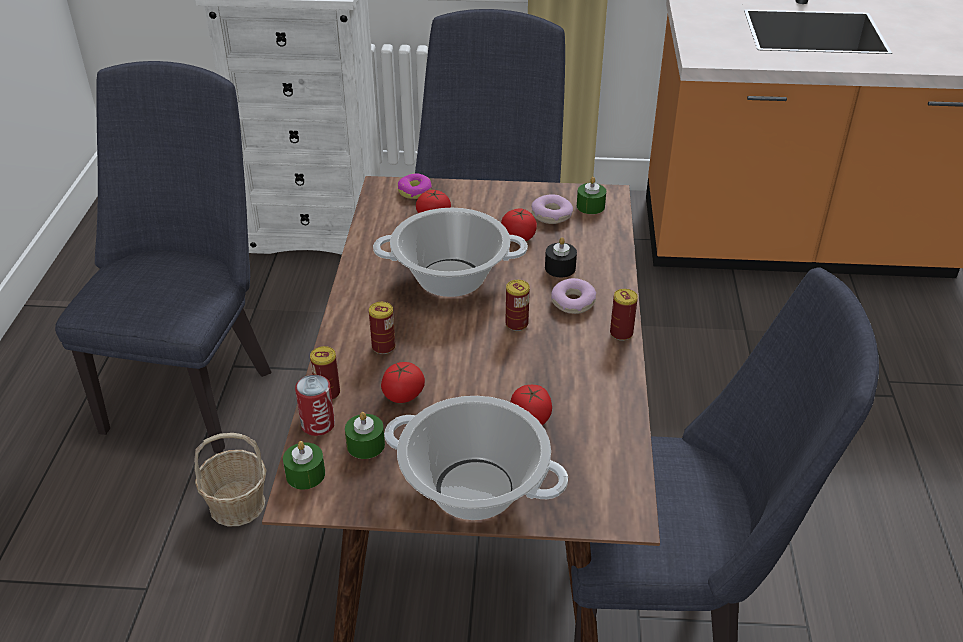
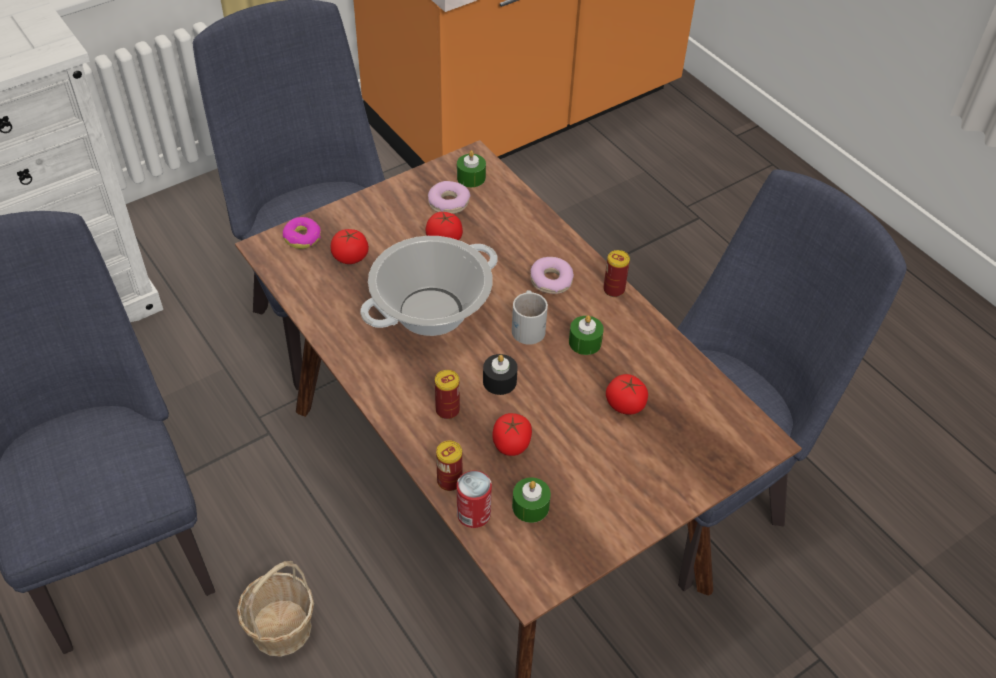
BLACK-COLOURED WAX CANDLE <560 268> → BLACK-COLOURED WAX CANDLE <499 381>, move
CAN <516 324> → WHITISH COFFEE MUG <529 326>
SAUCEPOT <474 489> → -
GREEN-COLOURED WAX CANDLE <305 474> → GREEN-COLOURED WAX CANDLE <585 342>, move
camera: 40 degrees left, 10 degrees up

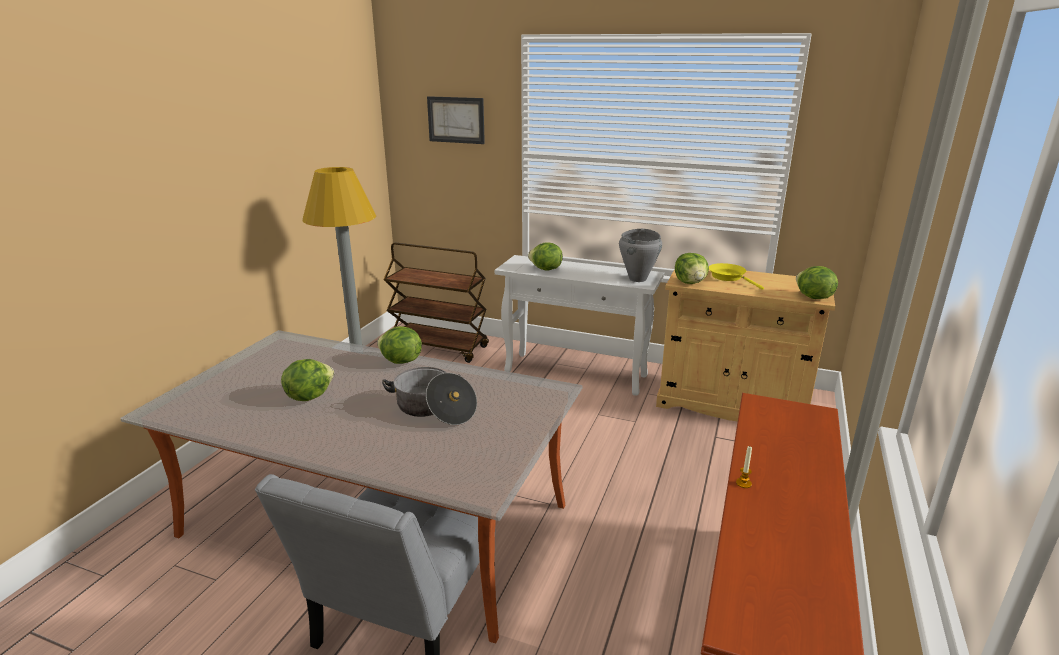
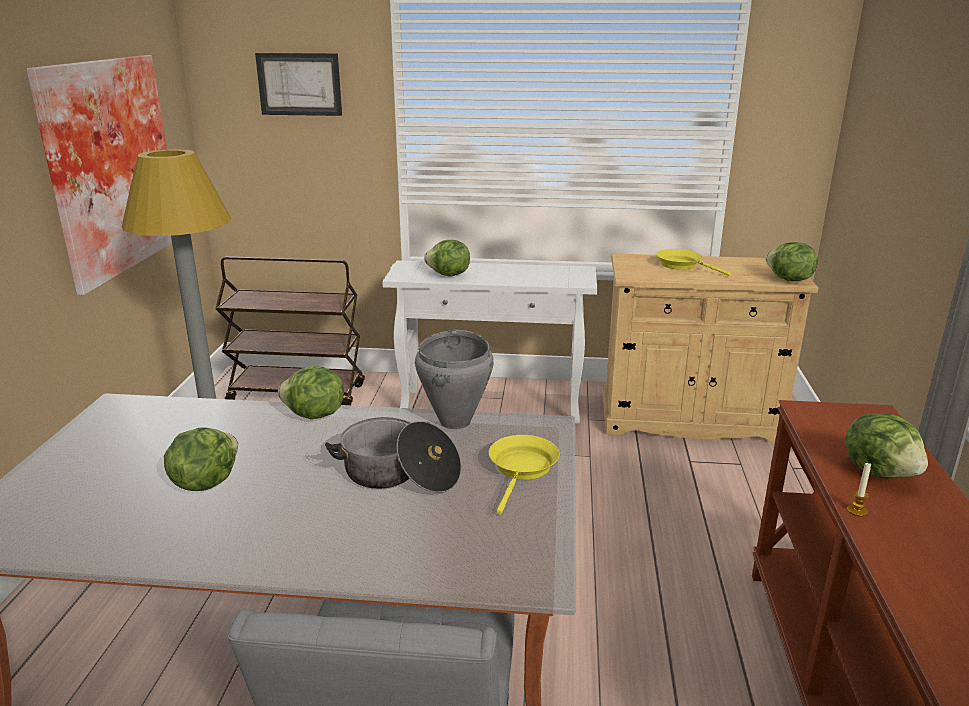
GREYISH SAUCEPOT <638 279> → GREYISH SAUCEPOT <456 421>, move
HEAD OF LETTUCE <690 283> → HEAD OF LETTUCE <880 472>, move
- → WALL PICTURE <106 167>
- → YELLOW FRYING PAN <522 469>
camera: 15 degrees left, 0 degrees up

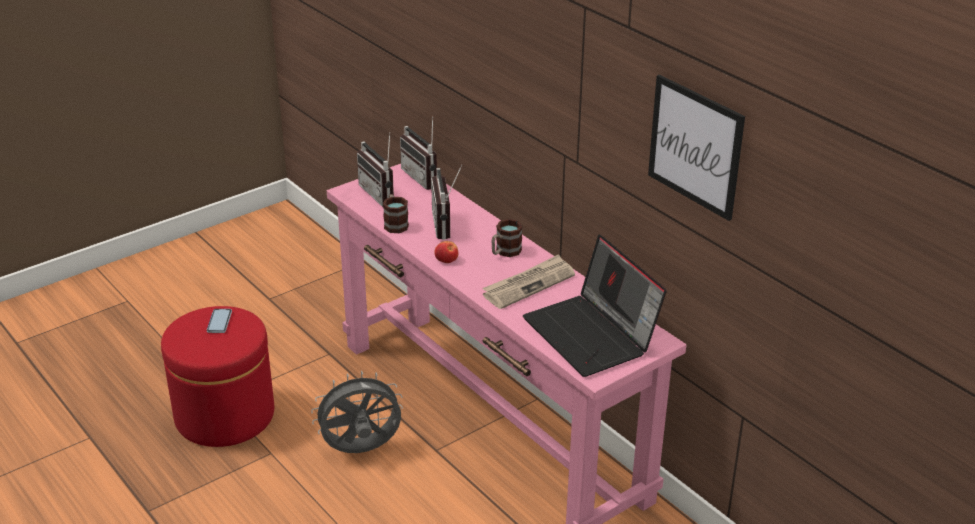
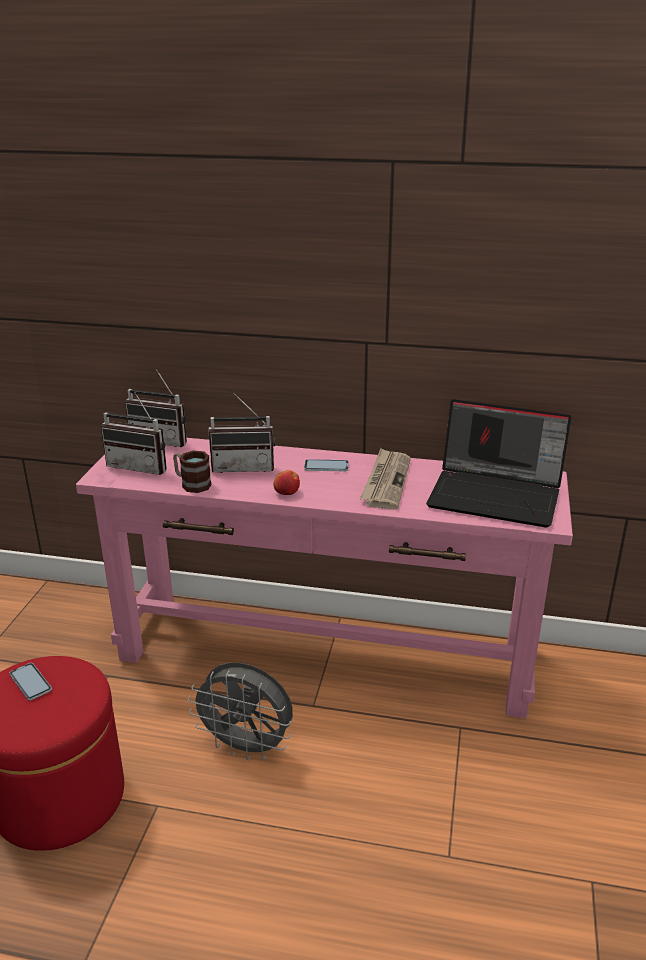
WALL PICTURE <695 146> → -
RADIO SET <448 225> → RADIO SET <244 466>, 45 degrees counterclockwise
COFFEE MUG <505 252> → TELEPHONE <326 466>
GREYISH ELECTRIC FAN <361 451> → GREYISH ELECTRIC FAN <247 747>, 105 degrees counterclockwise
camera: 40 degrees left, 5 degrees down

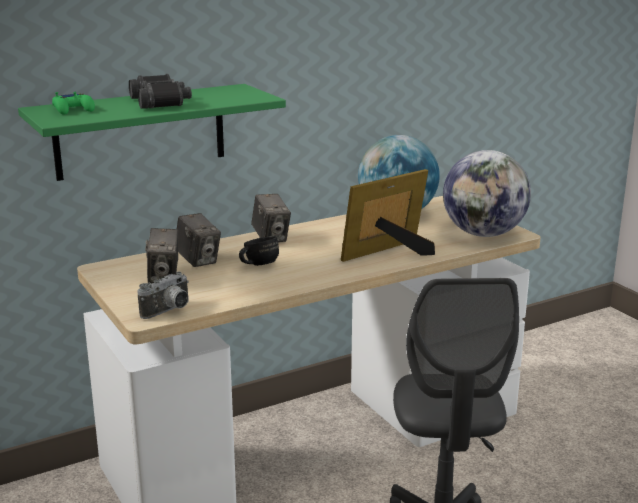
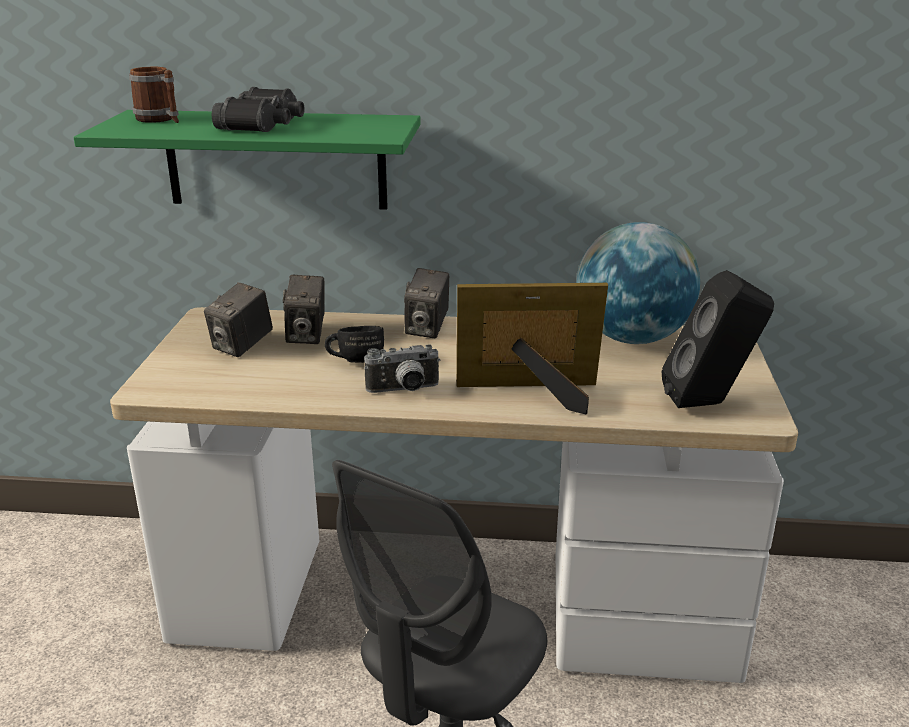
GREEN-COLOURED JOYPAD <73 109> → COFFEE MUG <160 120>
GLOBE <483 234> → BLACK-COLOURED AUDIO SPEAKER <710 403>
STILL CAMERA <169 311> → STILL CAMERA <404 391>, move
camera: 35 degrees right, 5 degrees up

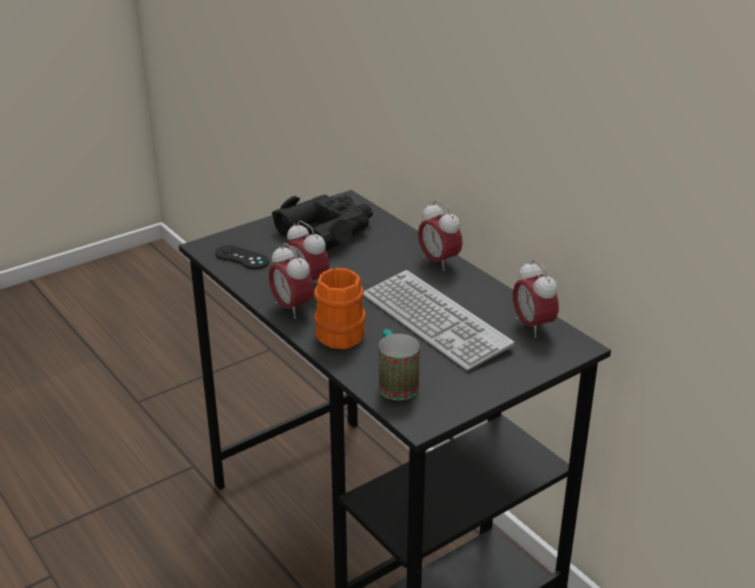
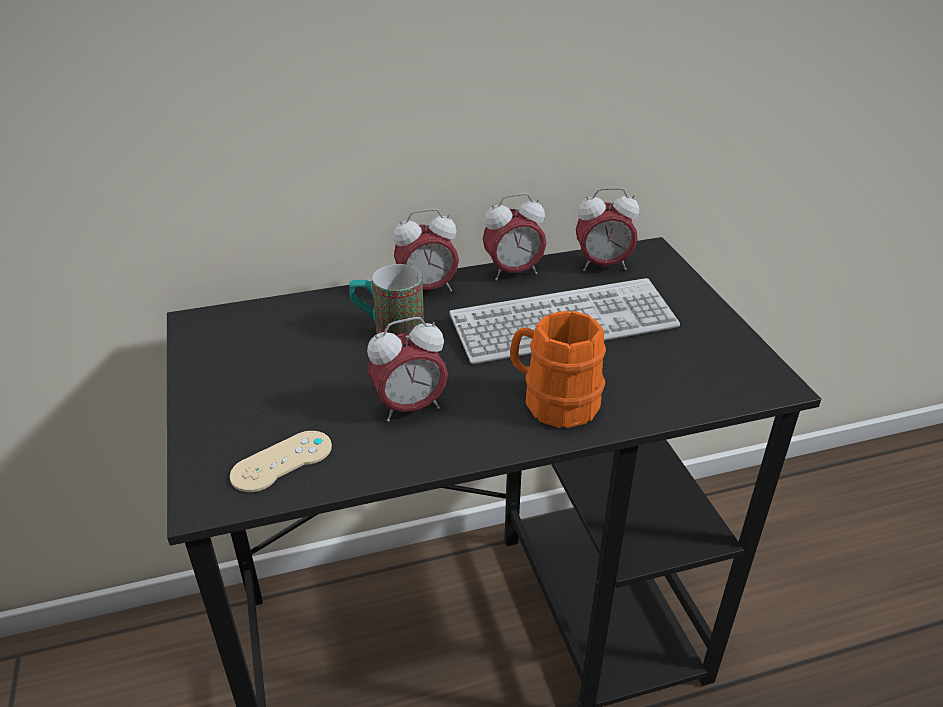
BLACK-COLOURED BINOCULARS <327 230> → -
TABLE CLOCK <292 308> → TABLE CLOCK <513 272>, move
BLACK-COLOURED JOYPAD <242 258> → BEIGE JOYPAD <282 461>
COFFEE MUG <395 383> → COFFEE MUG <388 330>, move
camera: 70 degrees left, 5 degrees up

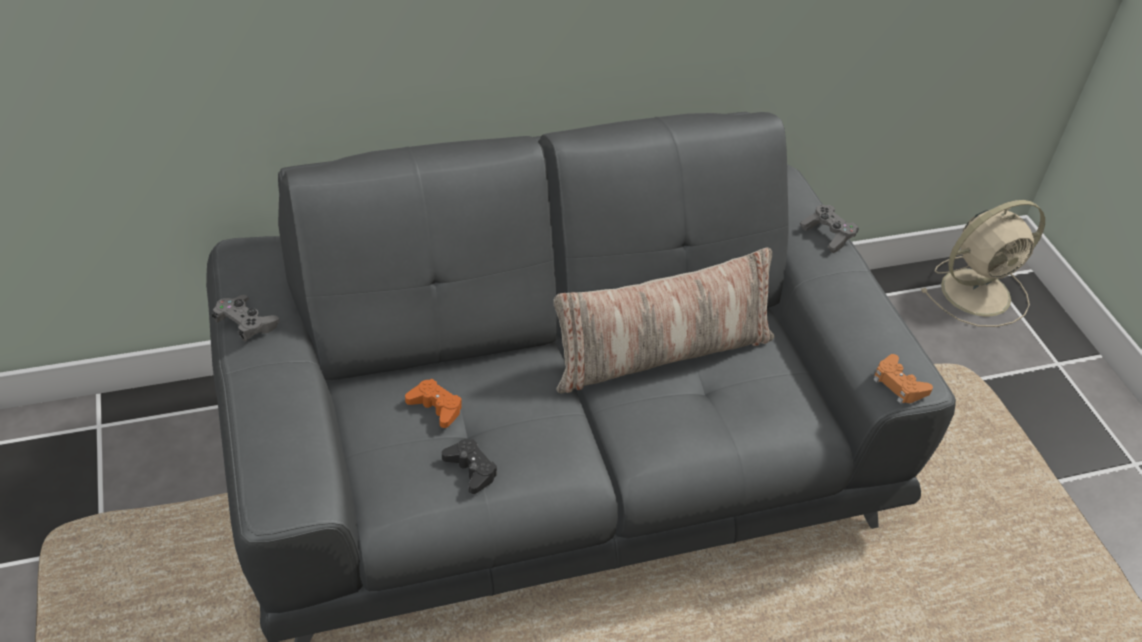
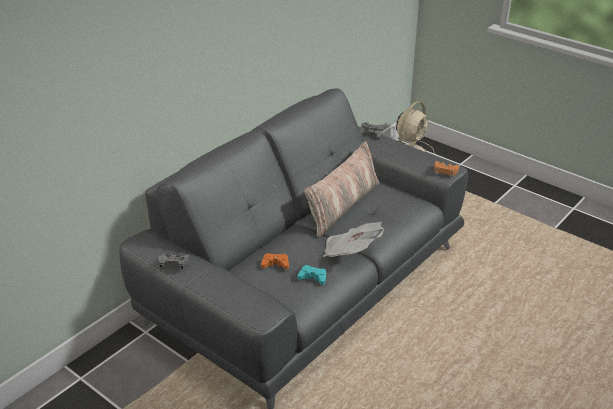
BLACK-COLOURED JOYPAD <471 469> → TURQUOISE JOYPAD <313 278>
- → PRINTED PAPER <351 252>
camera: 30 degrees left, 10 degrees down

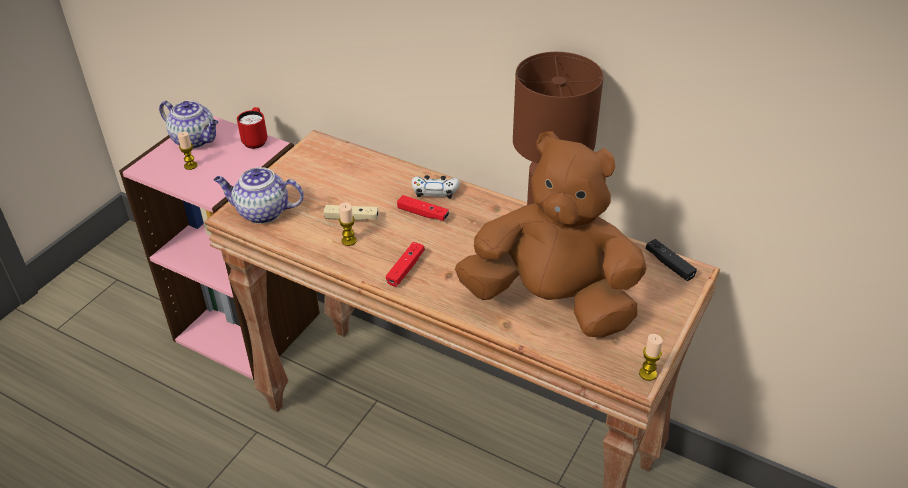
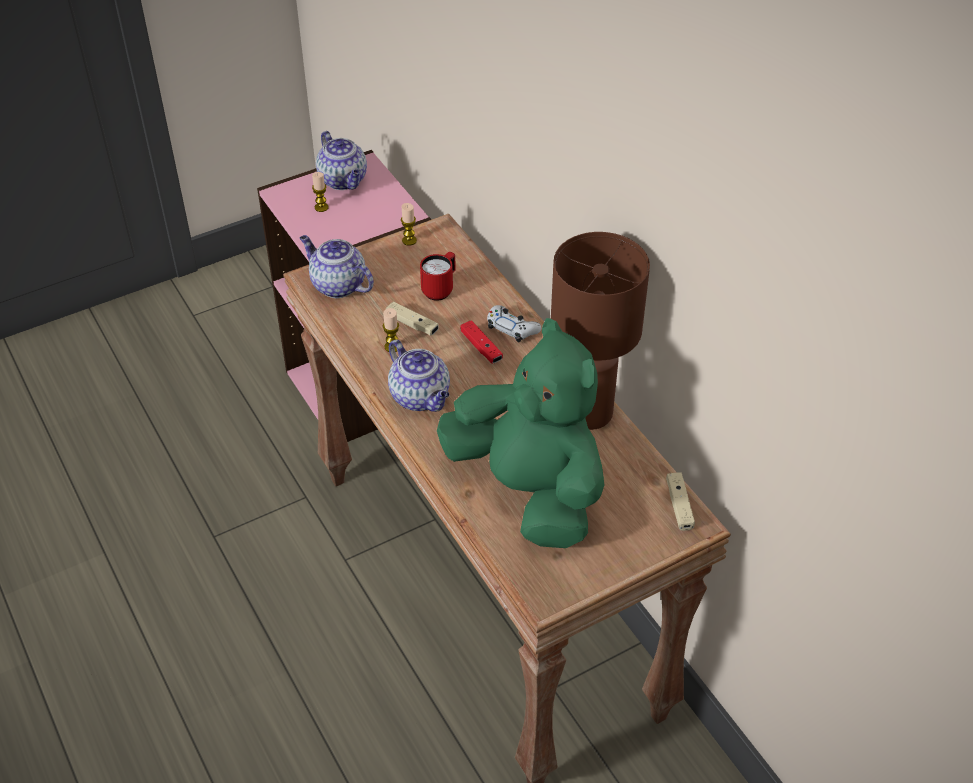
RED-COLOURED COFFEE MUG <256 140> → RED-COLOURED COFFEE MUG <440 289>, move
BROWN-COLOURED SOFT TOY <552 301> → GREEN-COLOURED SOFT TOY <529 490>
BLACK-COLOURED JOYPAD <669 264> → BEIGE JOYPAD <679 506>
RED-COLOURED JOYPAD <405 269> → TEAPOT <421 397>
WAX CANDLE <647 374> → WAX CANDLE <409 240>, move
camera: 30 degrees right, 5 degrees up

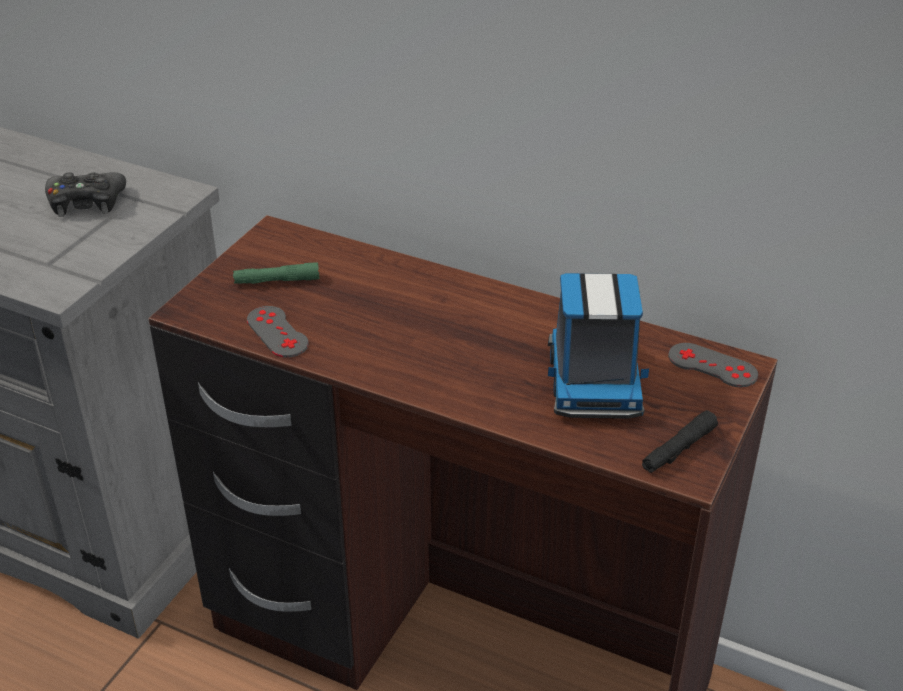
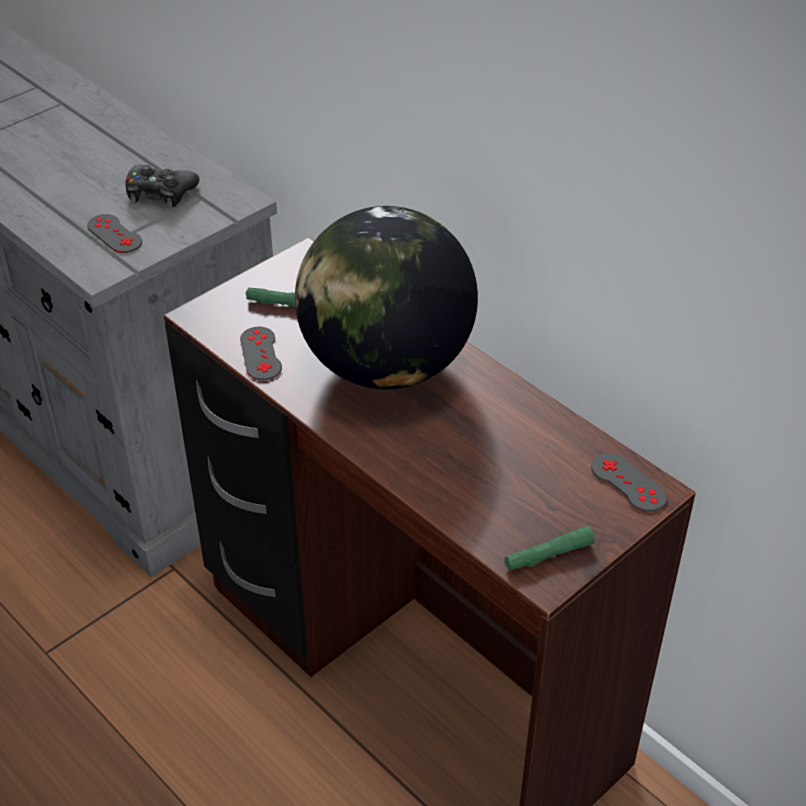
TOY TRUCK <593 380> → -
BLACK-COLOURED TORCH <678 449> → GREEN-COLOURED TORCH <548 555>
- → GLOBE <387 366>
- → GREYISH JOYPAD <114 234>
camera: 20 degrees right, 5 degrees up

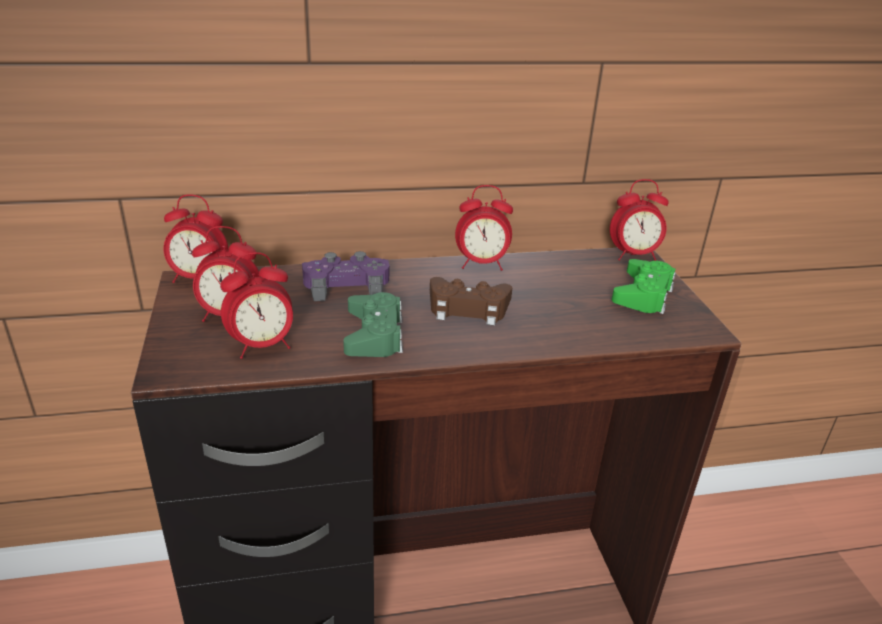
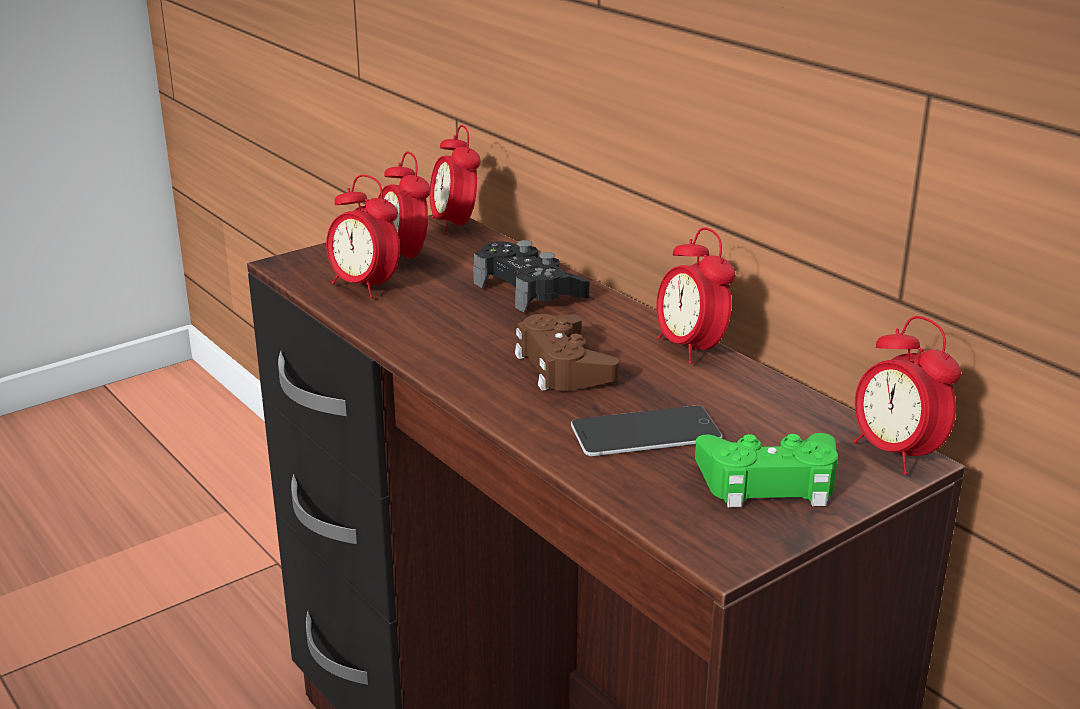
PURPLE-COLOURED JOYPAD <346 285> → BLACK-COLOURED JOYPAD <529 290>
GREEN-COLOURED JOYPAD <374 334> → -
- → TELEPHONE <645 432>
camera: 65 degrees right, 5 degrees down

